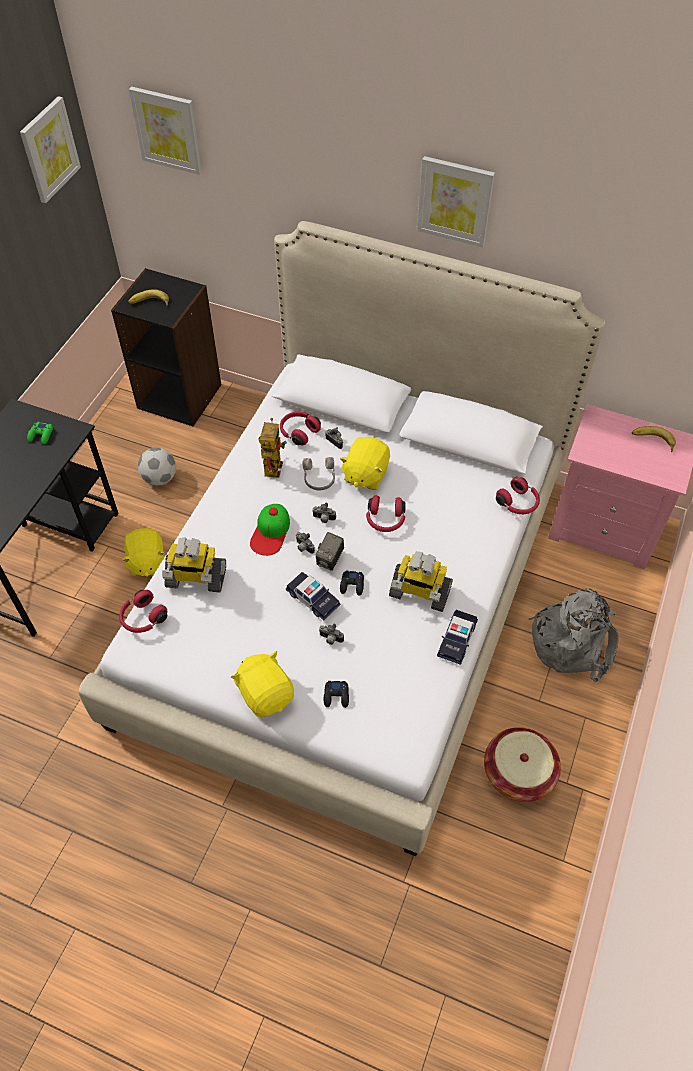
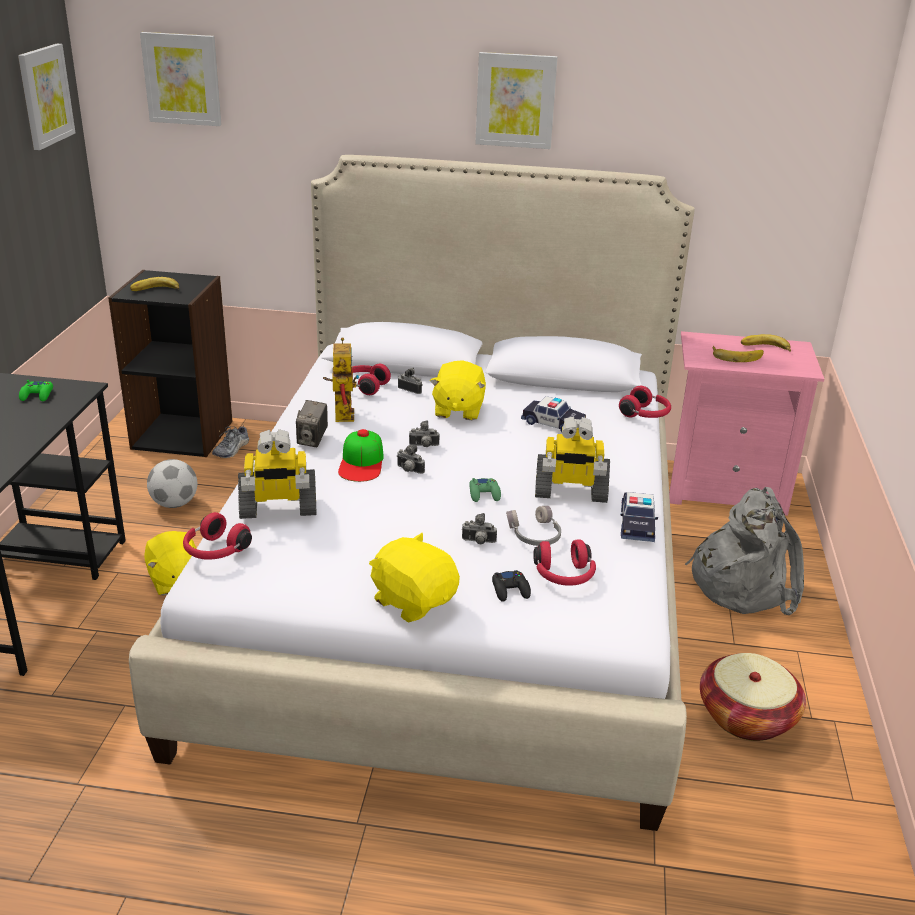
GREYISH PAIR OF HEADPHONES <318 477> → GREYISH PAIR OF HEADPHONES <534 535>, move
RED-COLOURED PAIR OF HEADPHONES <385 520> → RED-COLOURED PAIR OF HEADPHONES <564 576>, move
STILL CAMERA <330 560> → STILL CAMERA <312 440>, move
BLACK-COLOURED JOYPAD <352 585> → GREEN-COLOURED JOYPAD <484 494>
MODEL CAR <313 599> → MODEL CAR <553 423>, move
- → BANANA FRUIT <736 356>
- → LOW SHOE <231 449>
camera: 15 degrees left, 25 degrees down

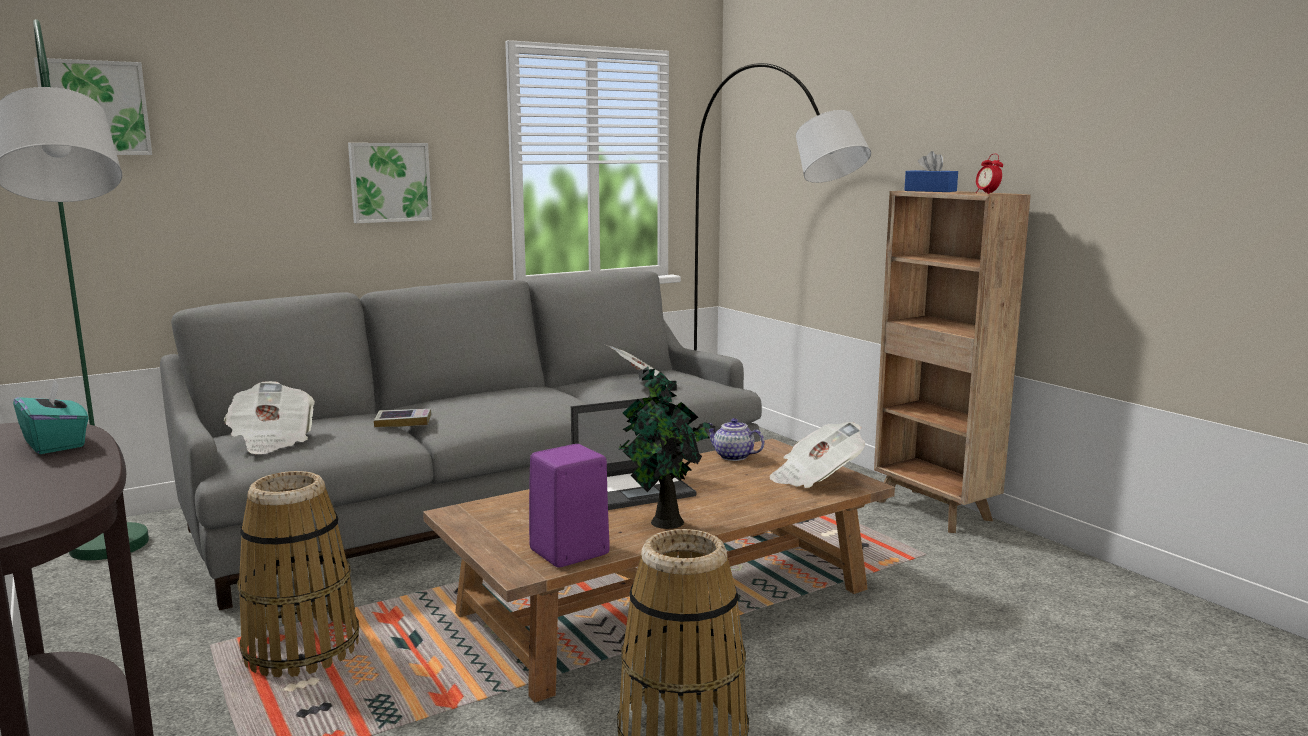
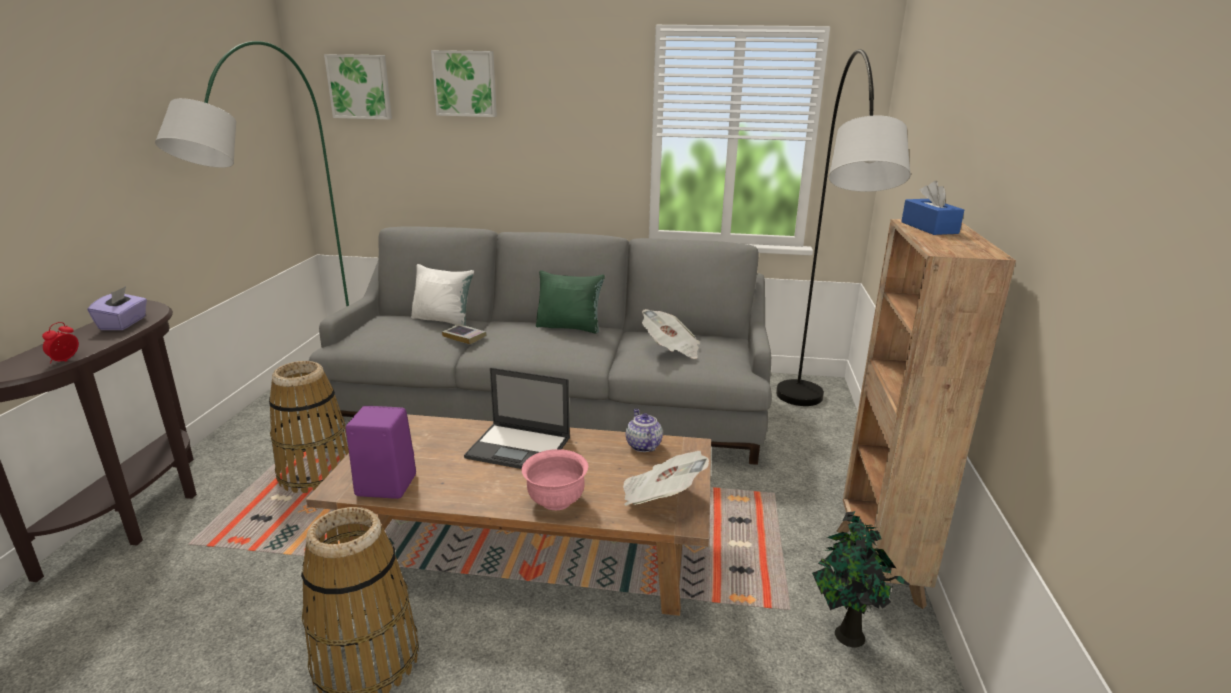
WALL PICTURE <389 182> → WALL PICTURE <465 83>, move
TABLE CLOCK <987 194> → TABLE CLOCK <65 361>, move
PLANT IN A POT <664 523> → PLANT IN A POT <846 635>, move
TURQUOISE TISSUE BOX <56 443> → PURPLE-COLOURED TISSUE BOX <124 324>
PRINTED PAPER <272 440> → -
- → WHITISH THROW PILLOW <443 320>
- → GREEN-COLOURED THROW PILLOW <569 327>
- → PINK DEEP DISH <555 501>
camera: 40 degrees right, 10 degrees up

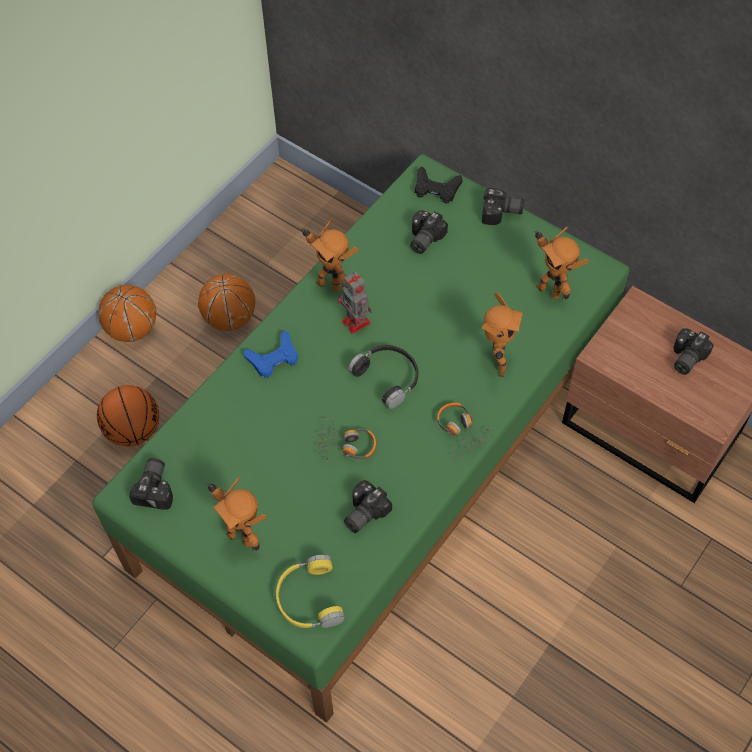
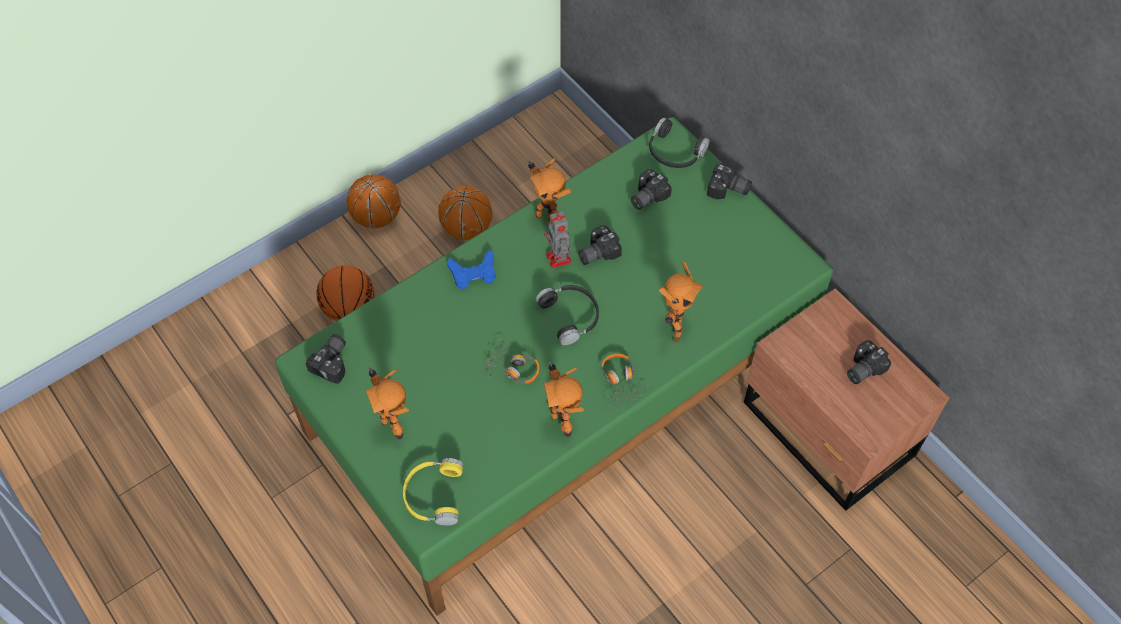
BLACK-COLOURED JOYPAD <436 189> → BLACK-COLOURED PAIR OF HEADPHONES <674 152>
ROBOT FIGURE <549 289> → ROBOT FIGURE <562 420>, move
STILL CAMERA <362 512> → STILL CAMERA <596 252>, move
camera: 15 degrees right, 0 degrees up

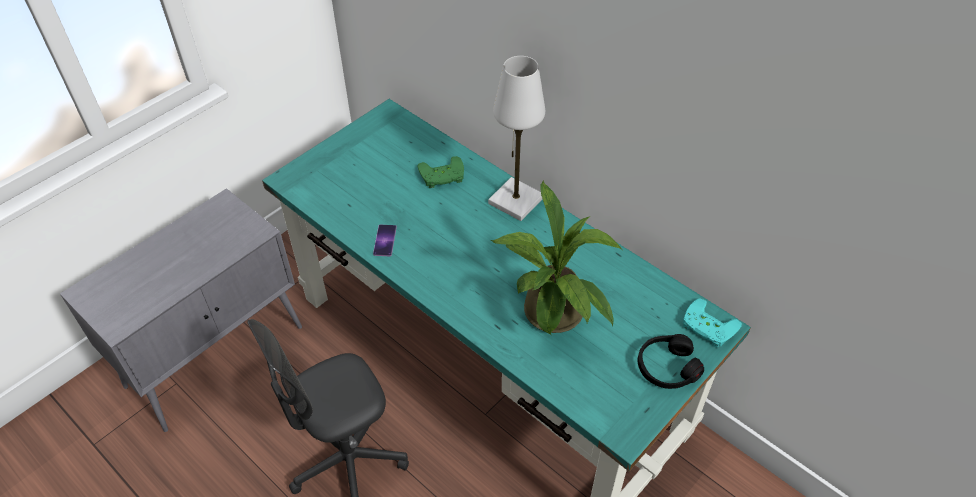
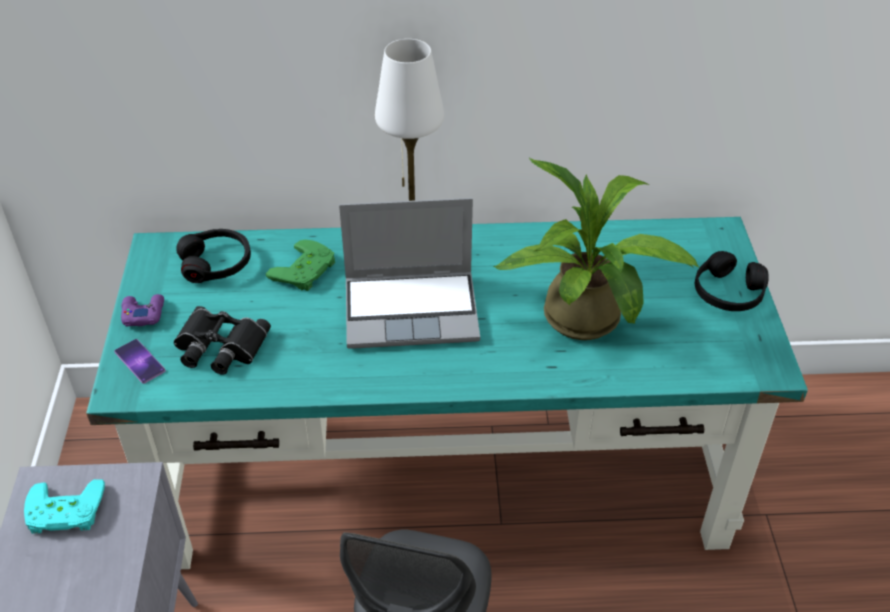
TELEPHONE <385 240> → TELEPHONE <140 361>, move
TURQUOISE JOYPAD <707 328> → TURQUOISE JOYPAD <64 514>, move
- → NOTEBOOK COMPUTER <413 310>
- → BLACK-COLOURED PAIR OF HEADPHONES <216 263>
- → PURPLE-COLOURED JOYPAD <143 313>
- → BLACK-COLOURED BINOCULARS <219 347>
camera: 45 degrees left, 5 degrees down

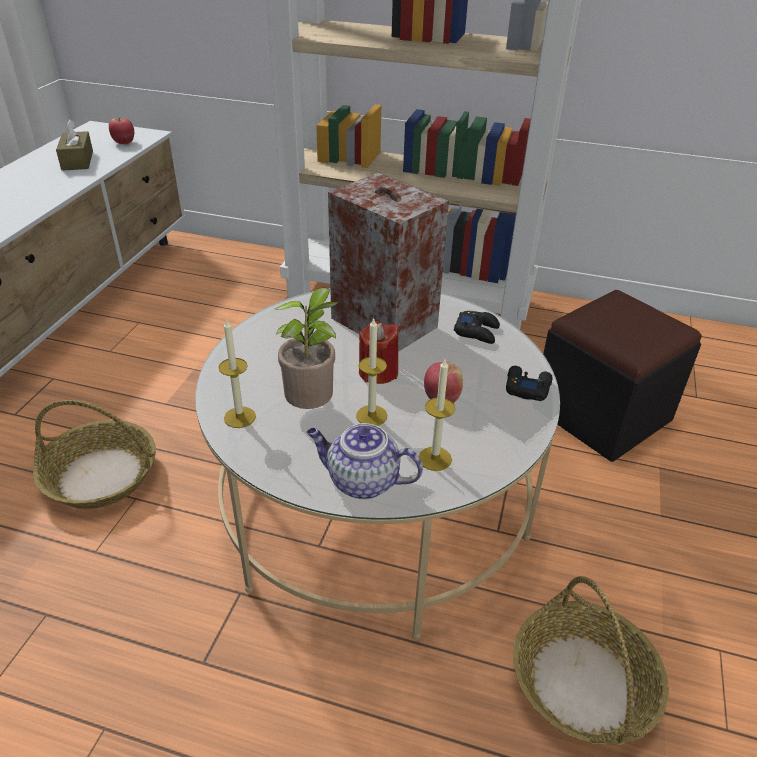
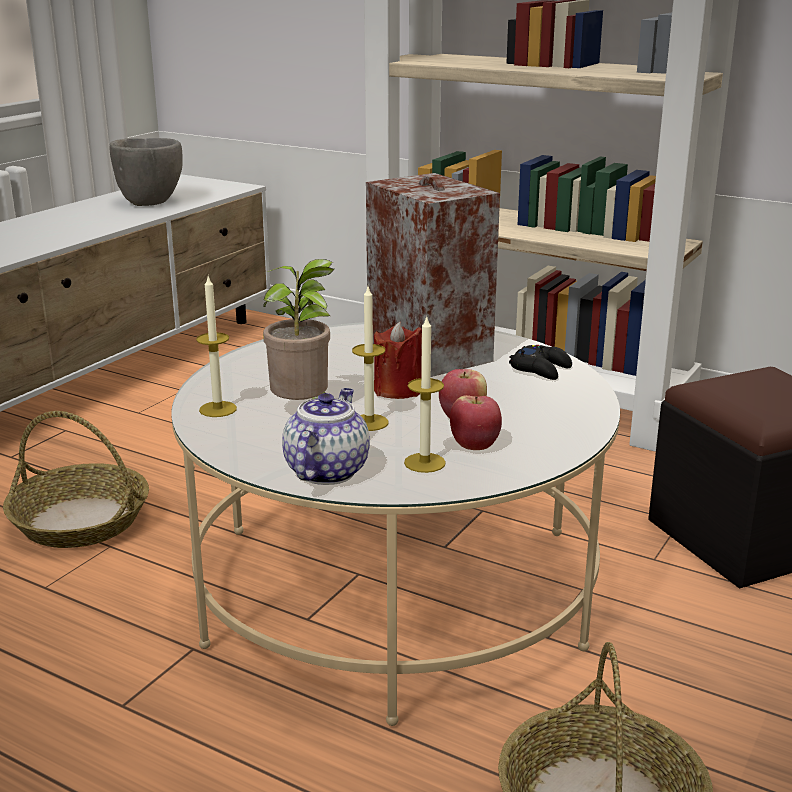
APPLE FRUIT <124 143> → APPLE FRUIT <475 446>, move
BROWN-COLOURED TISSUE BOX <77 160> → GREYISH DEEP DISH <150 202>
BLACK-COLOURED JOYPAD <527 387> → -
TEAPOT <361 481> → TEAPOT <326 470>, 75 degrees clockwise
camera: 15 degrees right, 15 degrees down

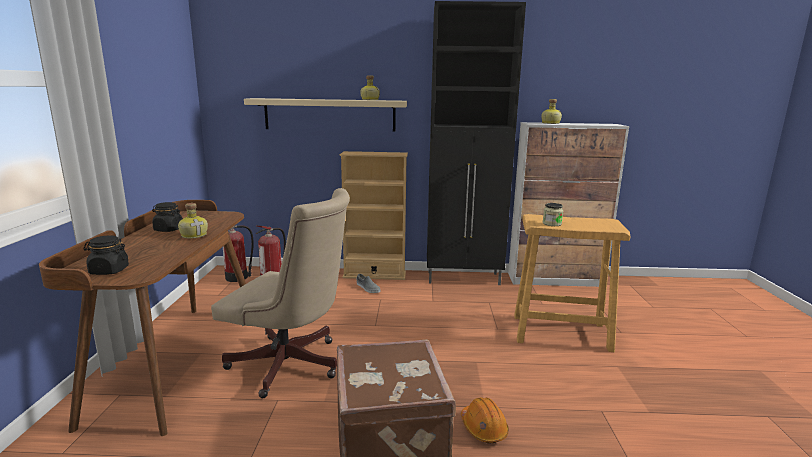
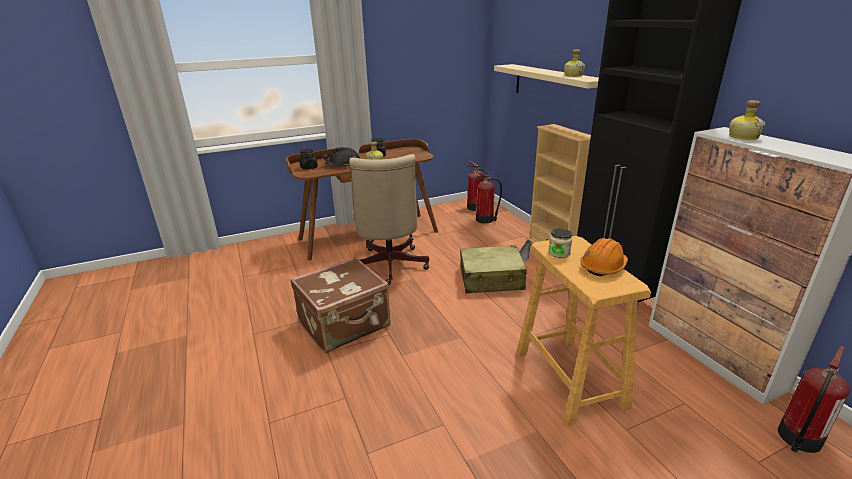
ORANGE-COLOURED WORK HELMET <483 428> → ORANGE-COLOURED WORK HELMET <603 267>, move
- → BLACK-COLOURED WORK HELMET <343 164>
- → BEIGE TRAVEL CASE <491 279>
- → FIRE-FIGHTING CYLINDER <798 439>
camera: 65 degrees right, 10 degrees up

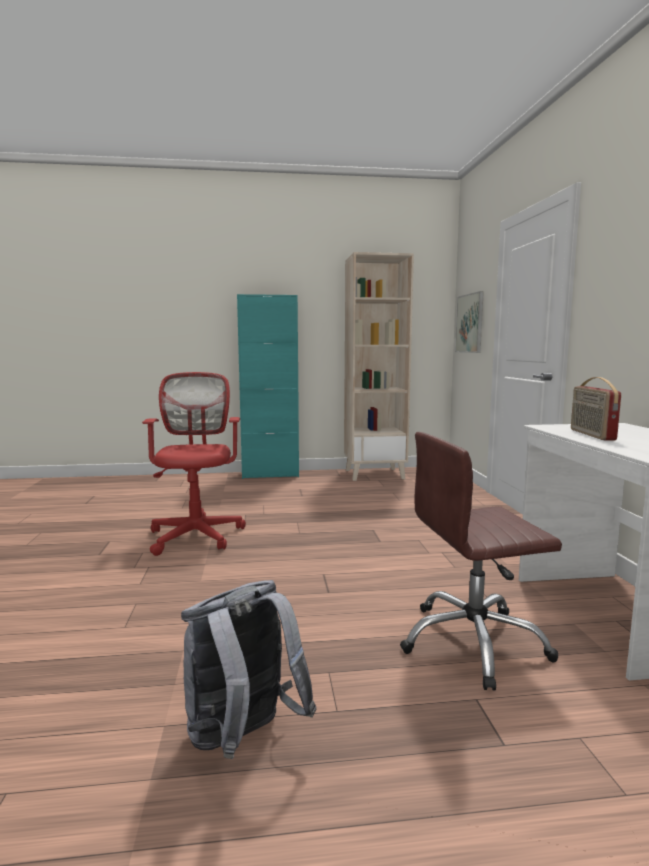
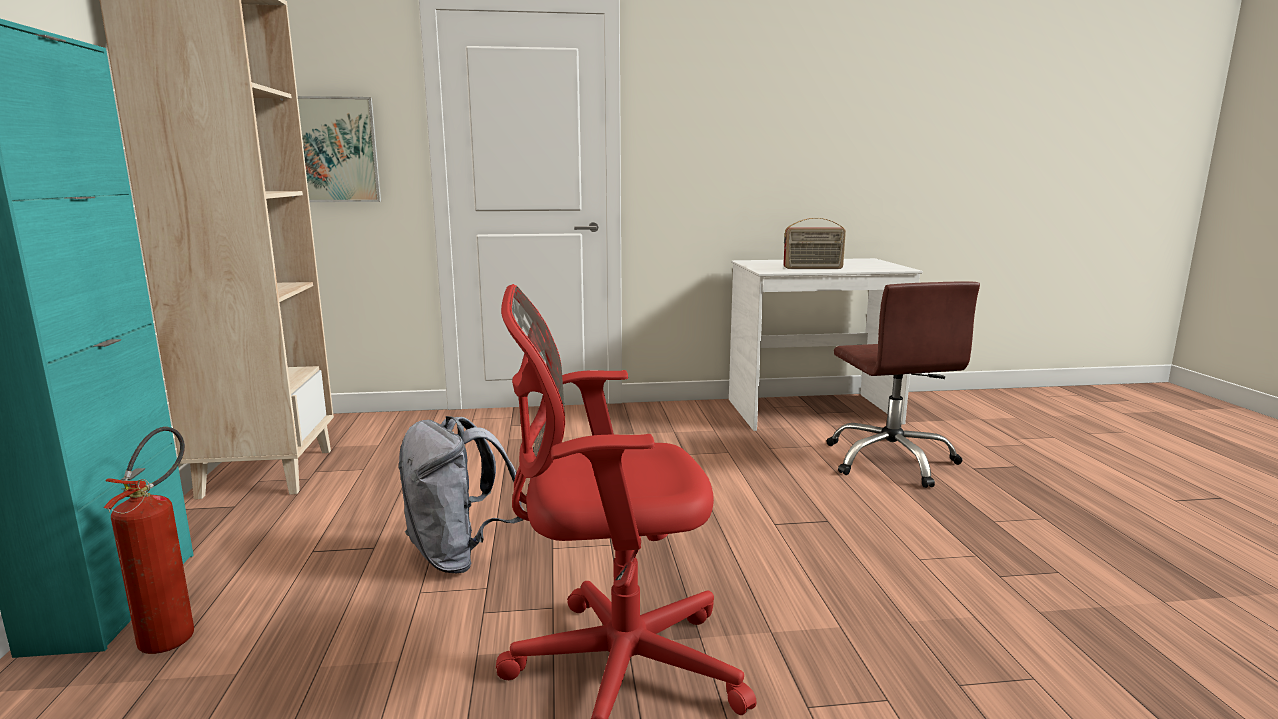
GREYISH BACKPACK <242 739> → GREYISH BACKPACK <459 555>, move
- → FIRE-FIGHTING CYLINDER <176 632>
camera: 90 degrees left, 5 degrees up

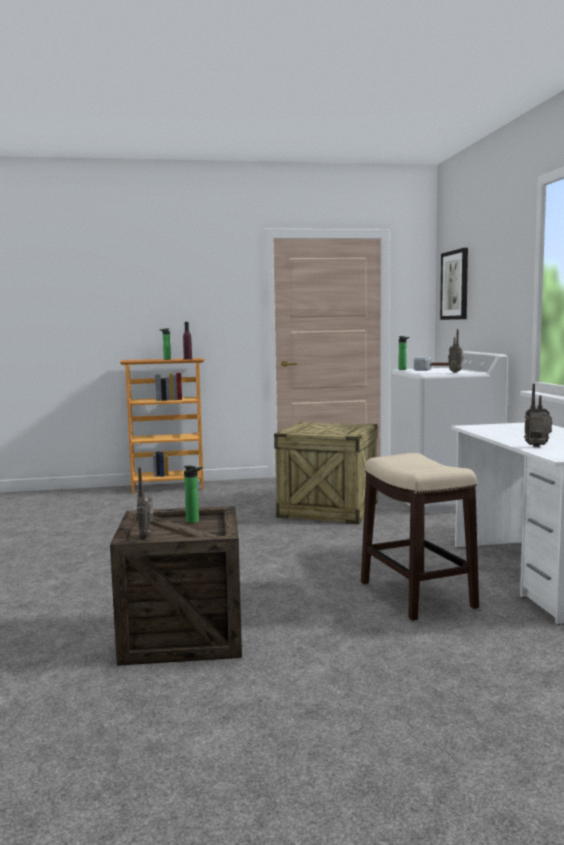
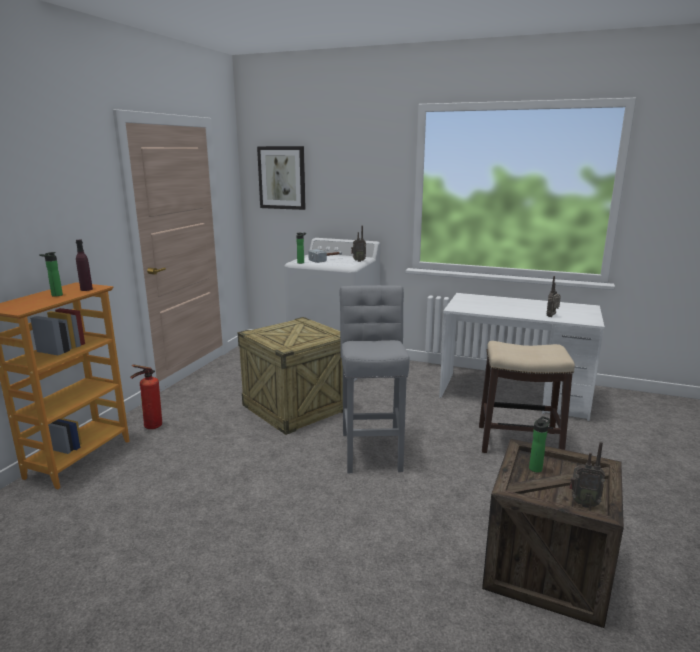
- → GREYISH STOOL SEAT <372 449>
- → FIRE-FIGHTING CYLINDER <150 427>
camera: 60 degrees left, 10 degrees up

